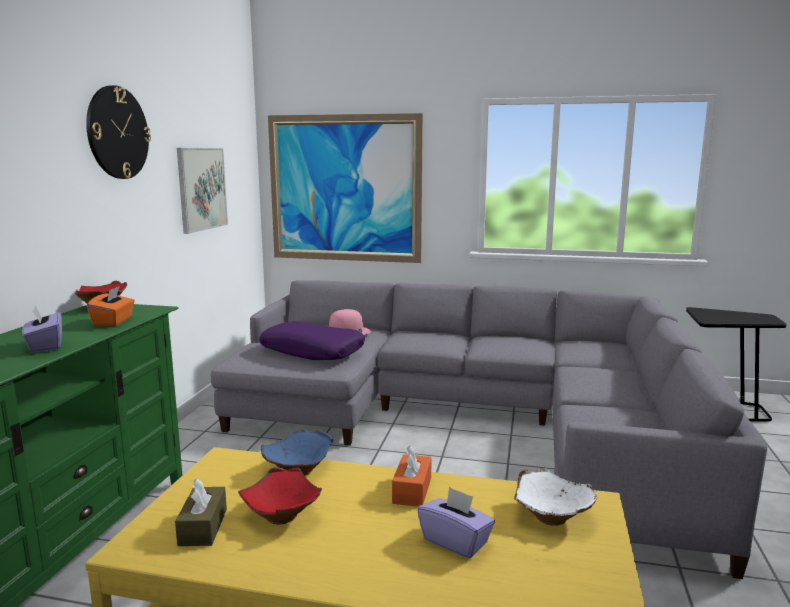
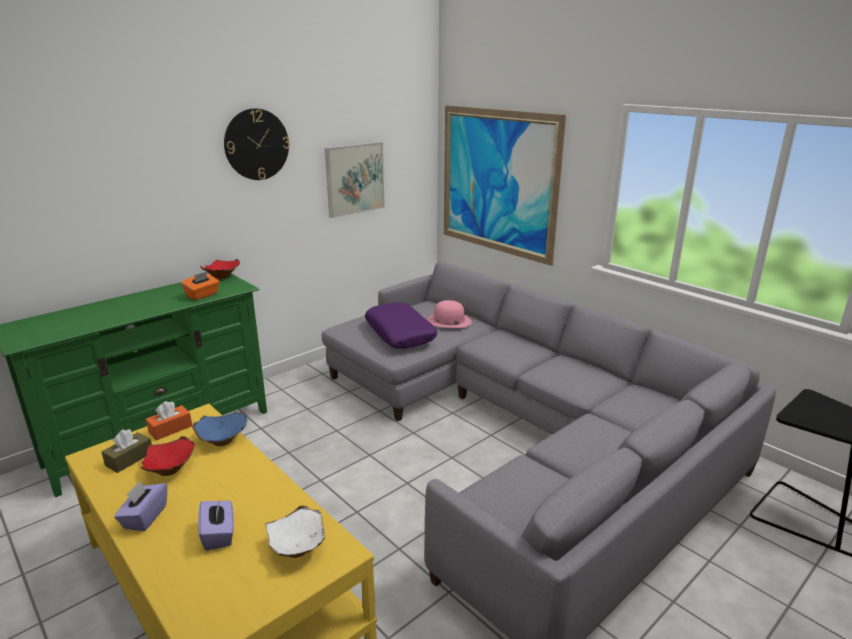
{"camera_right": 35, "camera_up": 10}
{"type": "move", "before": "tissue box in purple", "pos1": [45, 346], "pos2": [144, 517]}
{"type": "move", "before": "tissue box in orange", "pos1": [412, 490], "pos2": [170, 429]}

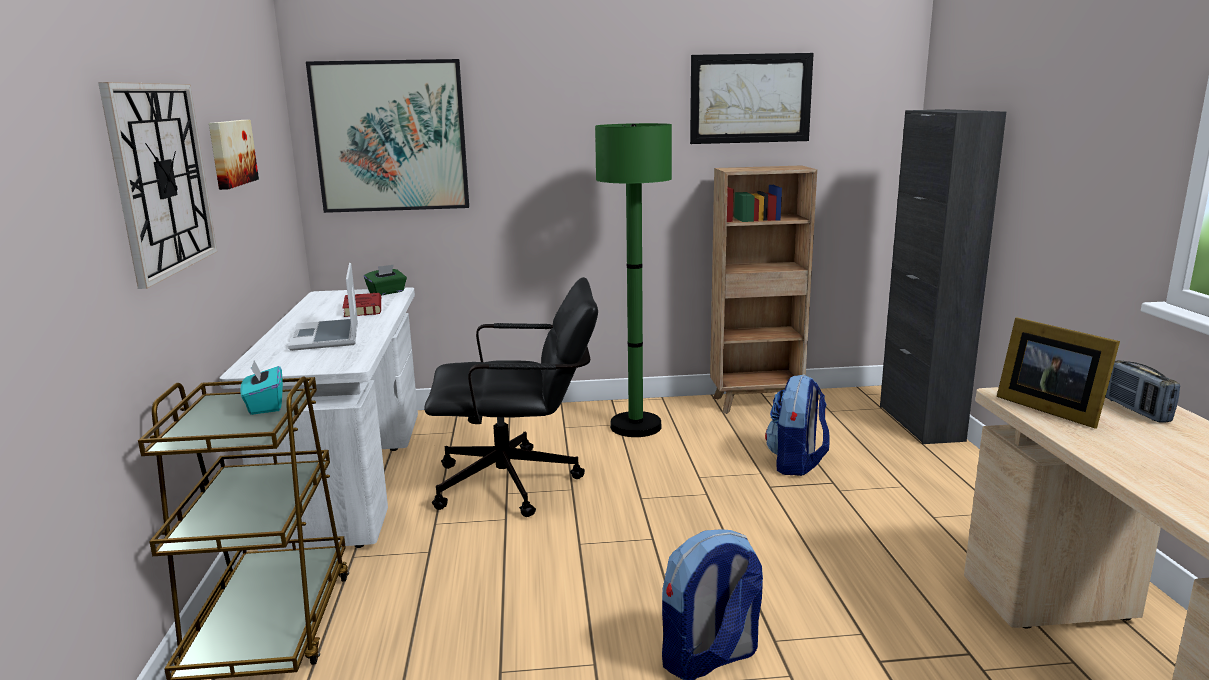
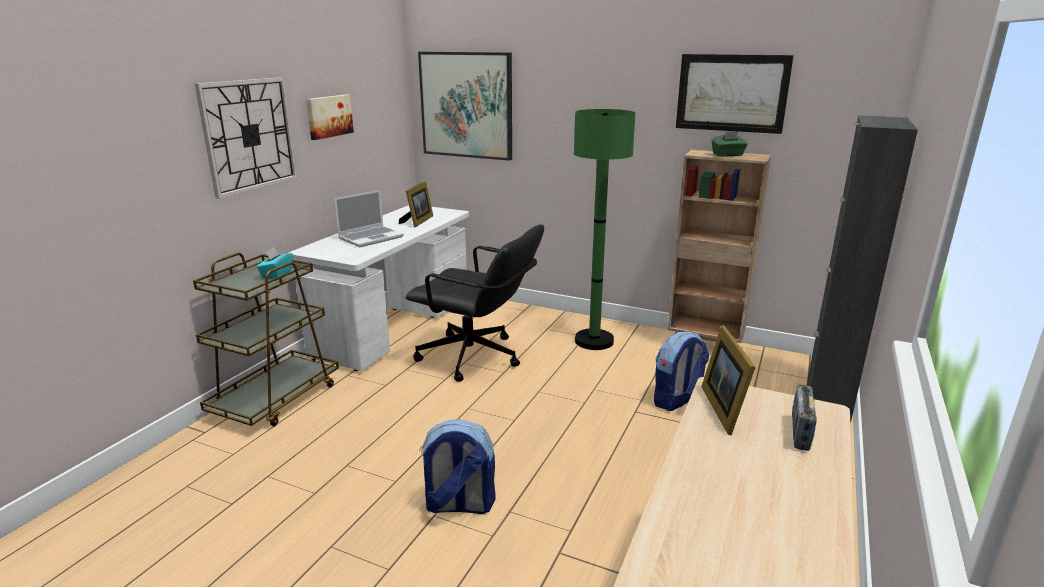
{"camera_right": 30, "camera_up": 5}
{"type": "move", "before": "tissue box in green", "pos1": [387, 292], "pos2": [727, 155]}
{"type": "replace", "before": "book in red", "after": "picture frame", "pos1": [362, 308], "pos2": [418, 221]}
{"type": "rotate", "before": "laptop", "pos1": [327, 337], "pos2": [371, 237], "turn": -150}

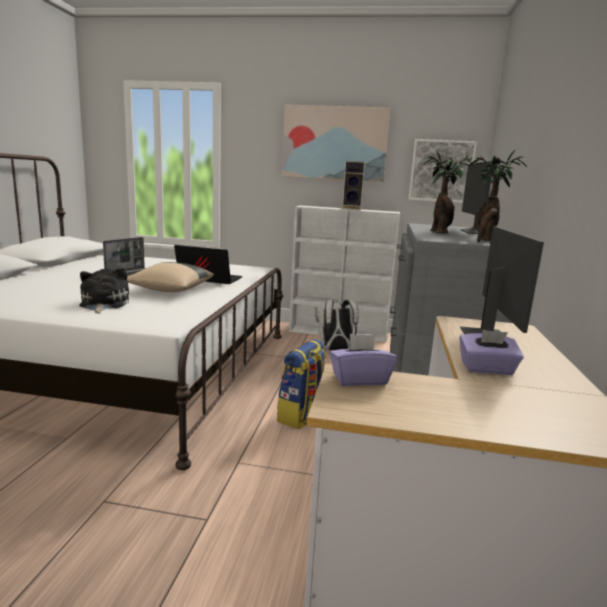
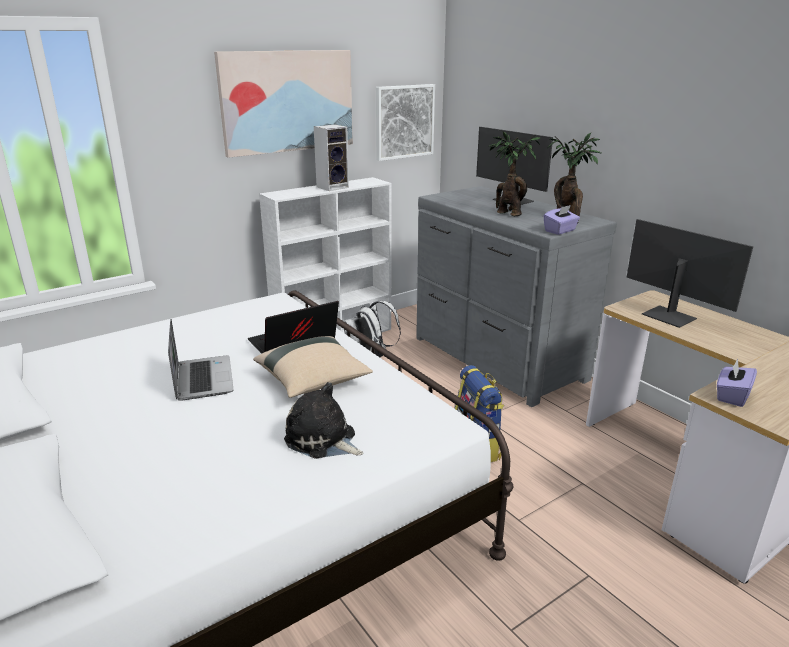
{"camera_right": -45, "camera_up": 10}
{"type": "move", "before": "tissue box in purple", "pos1": [487, 369], "pos2": [560, 231]}

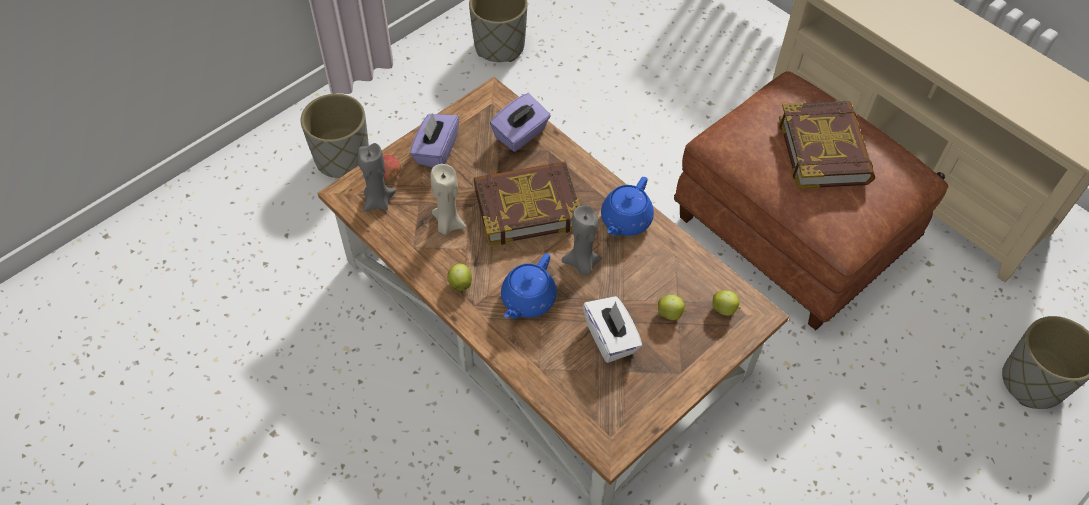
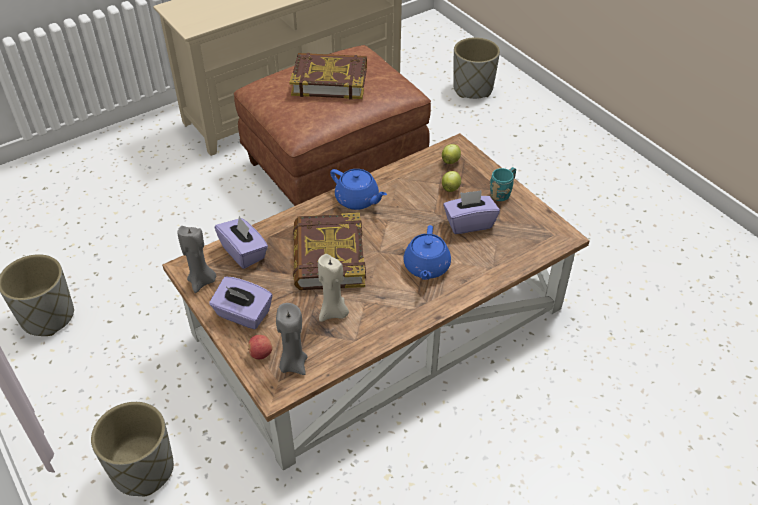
{"camera_right": -80, "camera_up": -10}
{"type": "delete", "before": "apple", "pos1": [460, 283]}
{"type": "insert", "after": "mug in turquoise", "pos2": [502, 192]}
{"type": "move", "before": "candle in grey", "pos1": [582, 264], "pos2": [202, 281]}
{"type": "recolor", "before": "tissue box in white", "after": "tissue box in purple", "pos1": [610, 338], "pos2": [469, 223]}
{"type": "rotate", "before": "teapot in blue", "pos1": [527, 300], "pos2": [426, 267], "turn": 60}

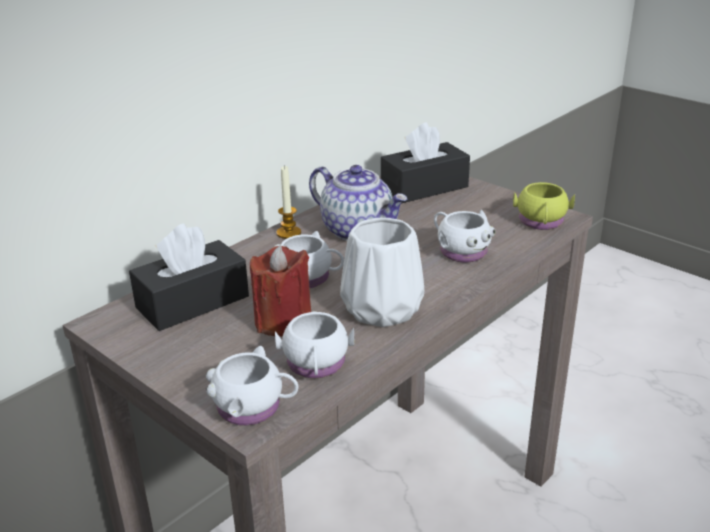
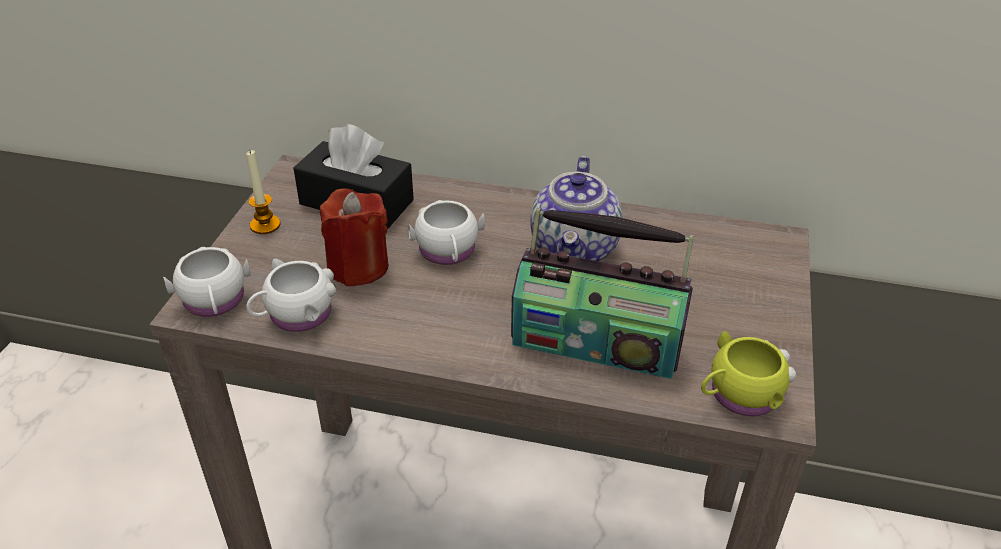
{"camera_right": 60, "camera_up": 10}
{"type": "delete", "before": "vase in white", "pos1": [381, 308]}
{"type": "delete", "before": "tissue box in black", "pos1": [424, 187]}
{"type": "move", "before": "candle", "pos1": [288, 233], "pos2": [265, 225]}
{"type": "replace", "before": "mug in white", "after": "radio", "pos1": [459, 250], "pos2": [596, 342]}

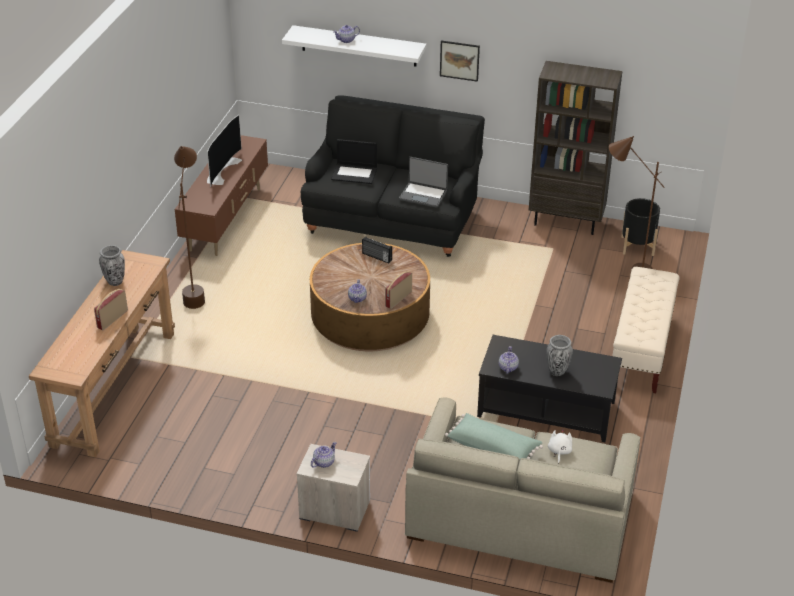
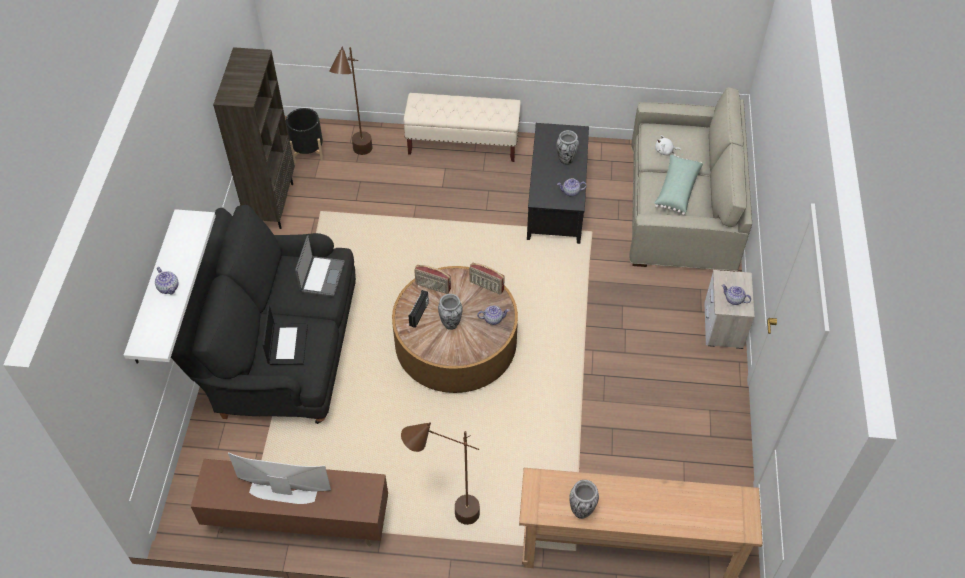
{"camera_right": -100, "camera_up": 15}
{"type": "delete", "before": "picture", "pos1": [459, 60]}
{"type": "insert", "after": "vase", "pos2": [451, 323]}
{"type": "move", "before": "radio", "pos1": [112, 319], "pos2": [432, 287]}

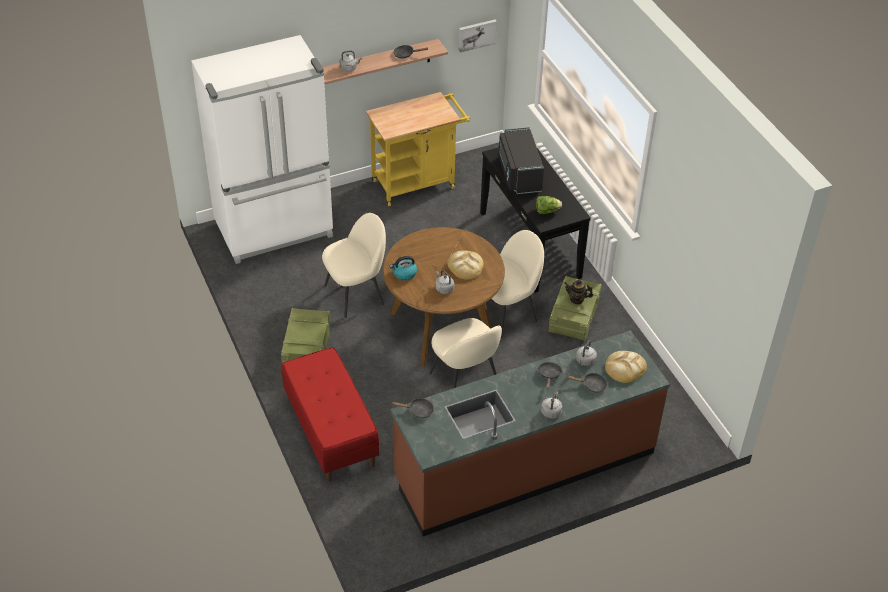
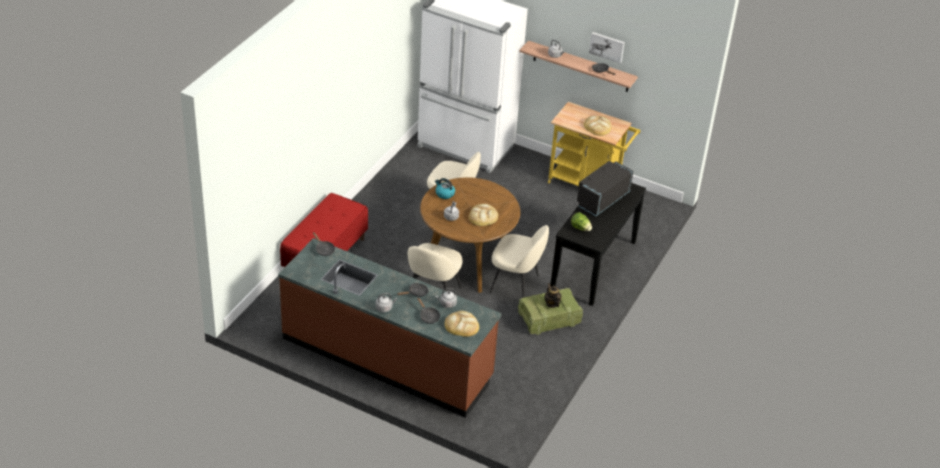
{"camera_right": 50, "camera_up": -5}
{"type": "delete", "before": "crate", "pos1": [307, 348]}
{"type": "insert", "after": "bread", "pos2": [597, 127]}
{"type": "move", "before": "picture", "pos1": [476, 35], "pos2": [607, 46]}

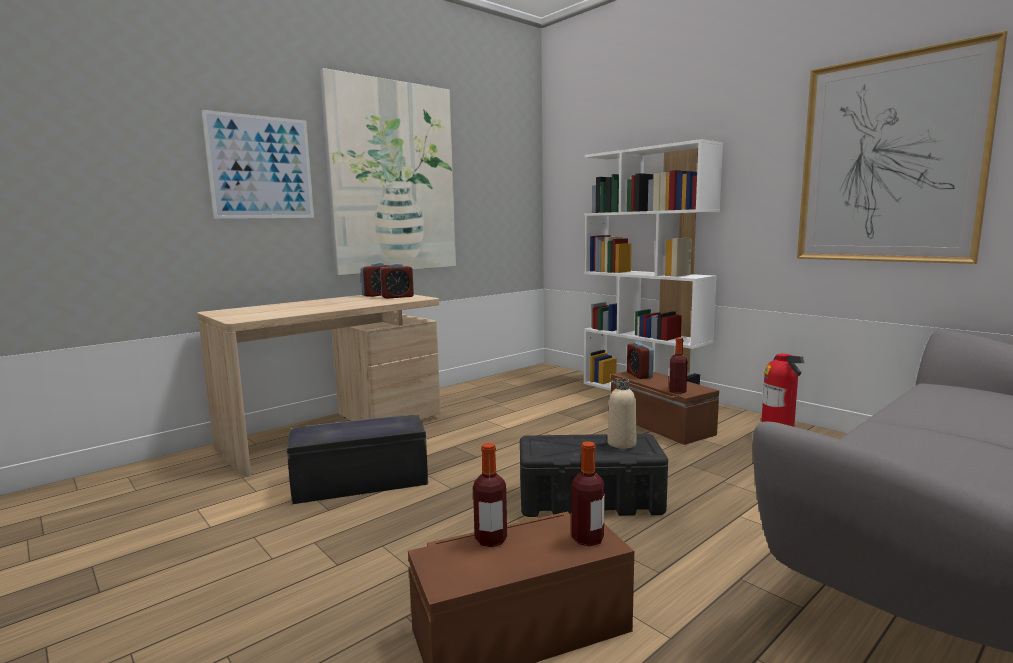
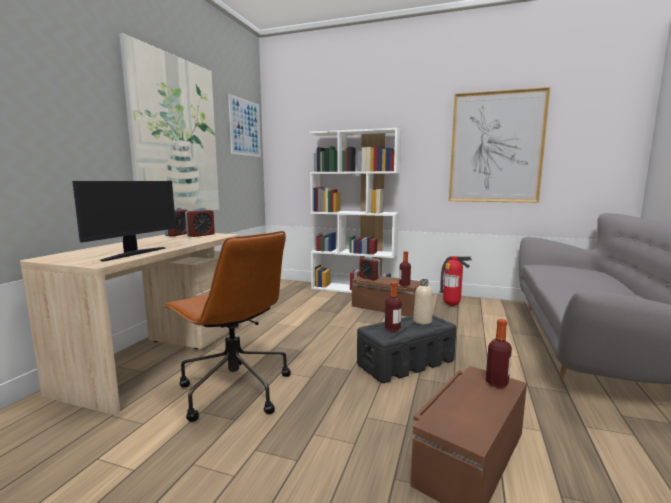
{"camera_right": -30, "camera_up": 0}
{"type": "insert", "after": "monitor", "pos2": [133, 254]}
{"type": "move", "before": "picture", "pos1": [261, 167], "pos2": [245, 127]}
{"type": "move", "before": "bottle", "pos1": [491, 540], "pos2": [392, 329]}
{"type": "replace", "before": "storage box in black", "after": "office chair in brown", "pos1": [360, 481], "pos2": [233, 389]}

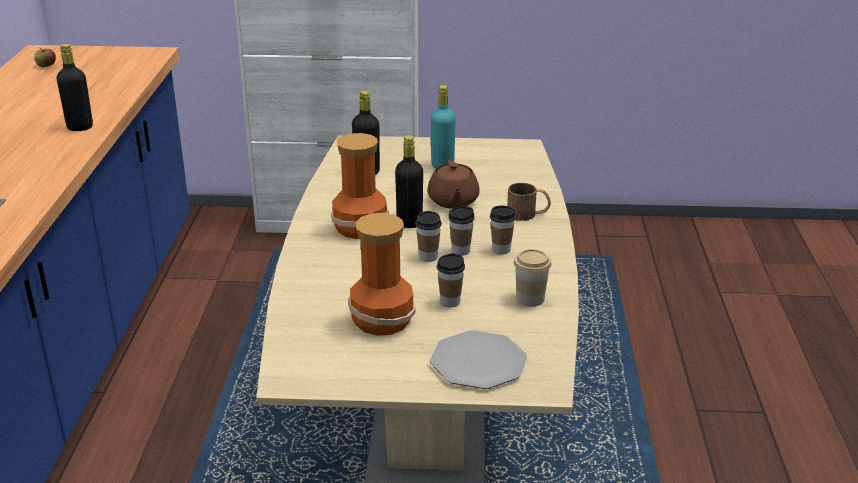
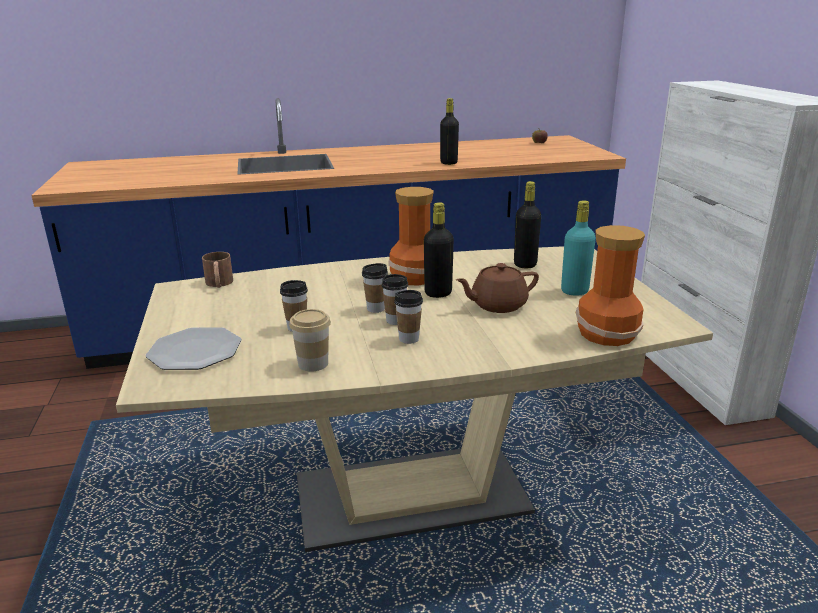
{"camera_right": 75, "camera_up": -5}
{"type": "move", "before": "vase", "pos1": [380, 320], "pos2": [606, 333]}
{"type": "move", "before": "mug in brown", "pos1": [528, 214], "pos2": [219, 284]}

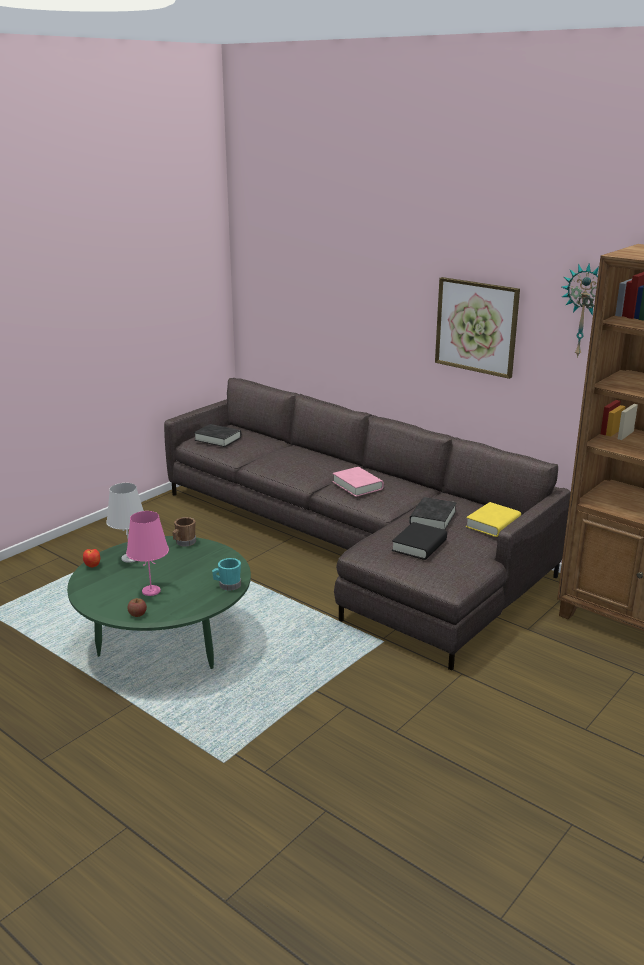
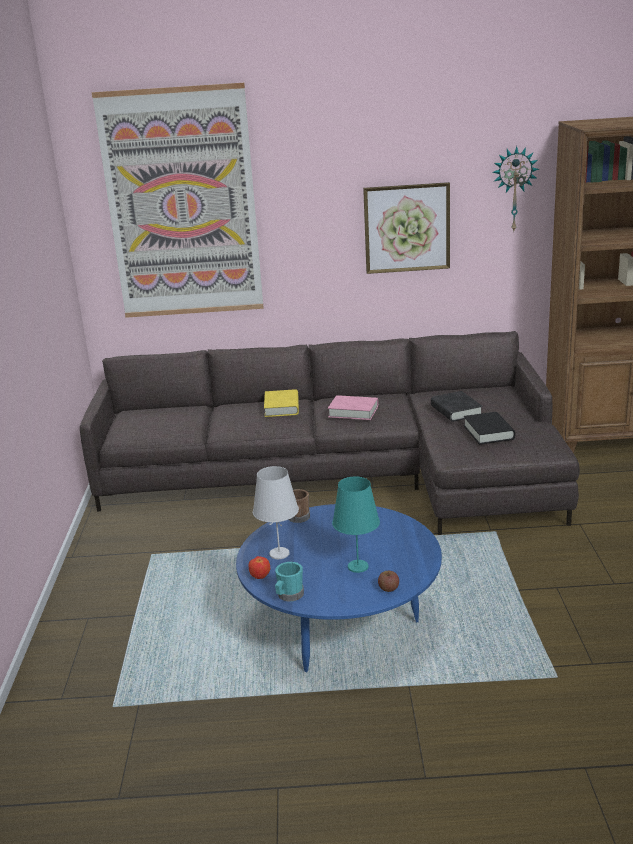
{"camera_right": -40, "camera_up": 0}
{"type": "delete", "before": "book in black", "pos1": [218, 439]}
{"type": "insert", "after": "picture", "pos2": [182, 205]}
{"type": "move", "before": "mug in turquoise", "pos1": [227, 585], "pos2": [289, 596]}
{"type": "move", "before": "book in yellow", "pos1": [493, 524], "pos2": [282, 407]}
{"type": "recolor", "before": "coffee table in green", "after": "coffee table in blue", "pos1": [166, 643], "pos2": [342, 627]}
{"type": "recolor", "before": "table lamp in pink", "after": "table lamp in turquoise", "pos1": [151, 591], "pos2": [357, 567]}

